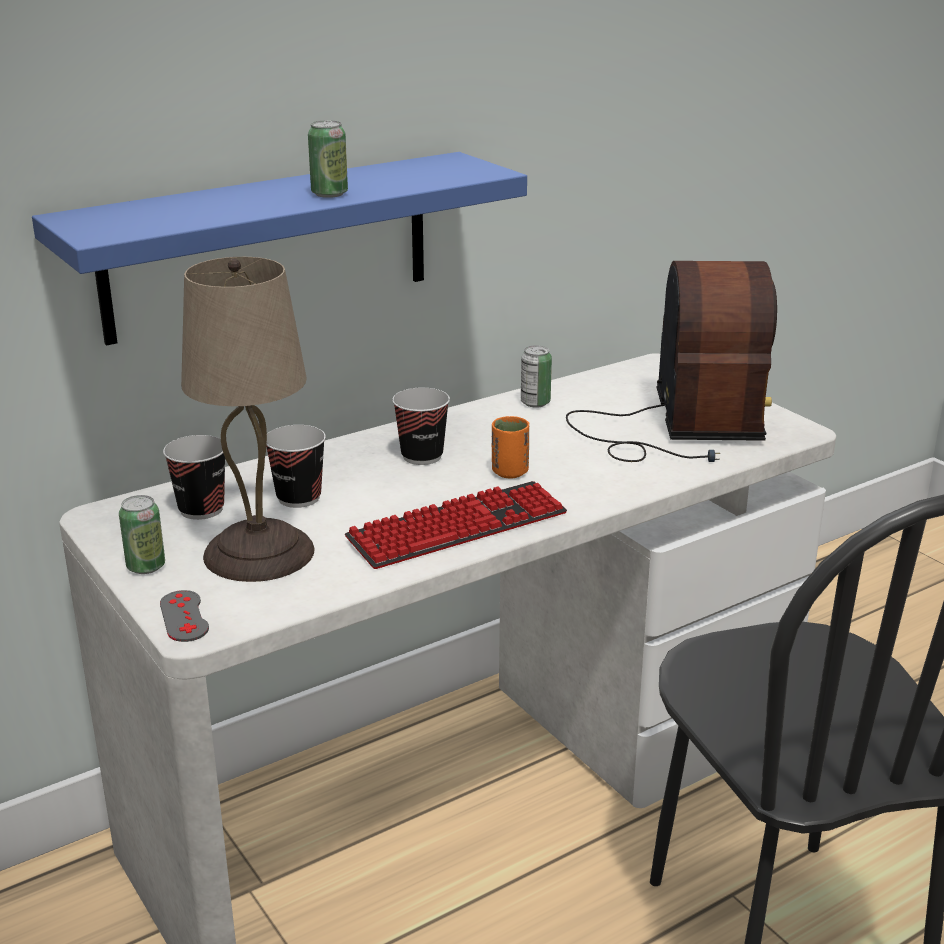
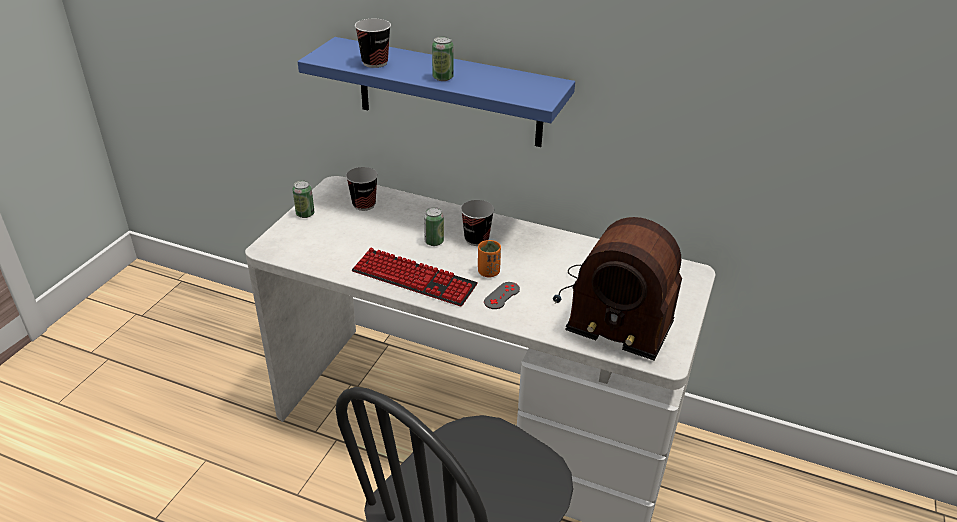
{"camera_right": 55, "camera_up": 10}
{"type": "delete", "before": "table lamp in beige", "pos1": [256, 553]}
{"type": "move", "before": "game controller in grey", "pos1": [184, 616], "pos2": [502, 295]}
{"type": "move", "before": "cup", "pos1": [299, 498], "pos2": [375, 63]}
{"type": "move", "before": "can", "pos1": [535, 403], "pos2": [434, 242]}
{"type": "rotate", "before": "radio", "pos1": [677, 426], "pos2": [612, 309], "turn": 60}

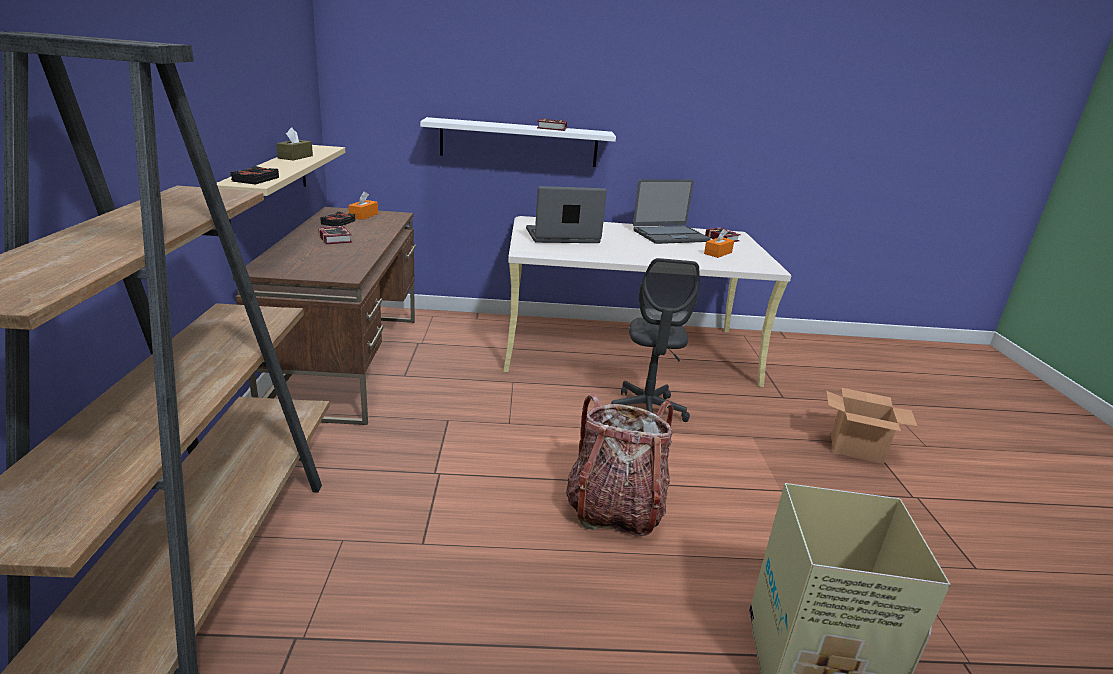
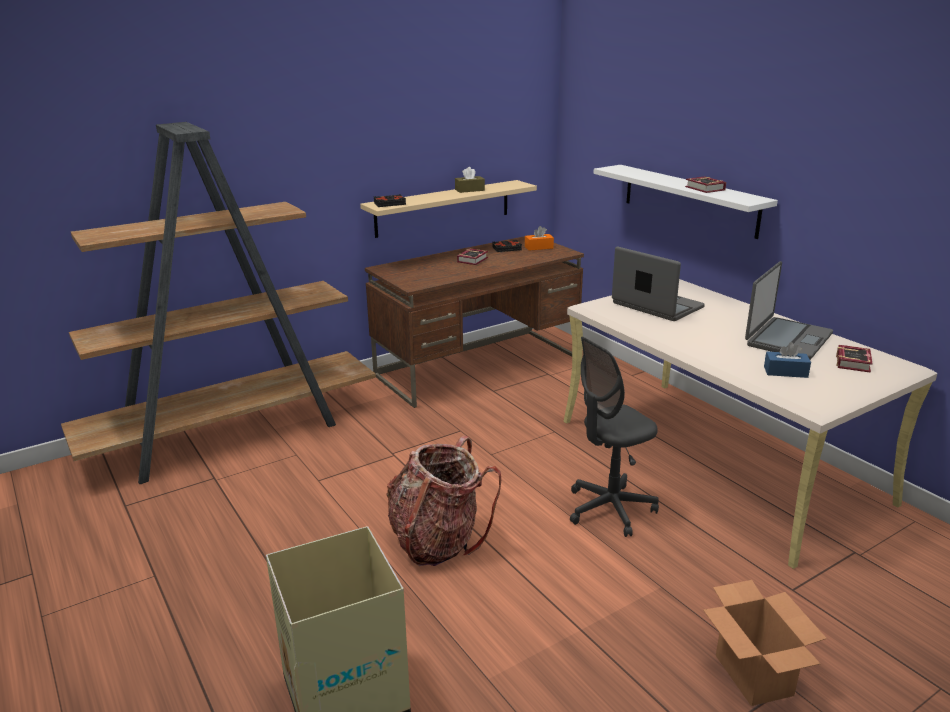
{"camera_right": 60, "camera_up": 0}
{"type": "recolor", "before": "tissue box in orange", "after": "tissue box in blue", "pos1": [718, 253], "pos2": [785, 372]}
{"type": "rotate", "before": "laptop", "pos1": [670, 235], "pos2": [787, 339], "turn": -90}

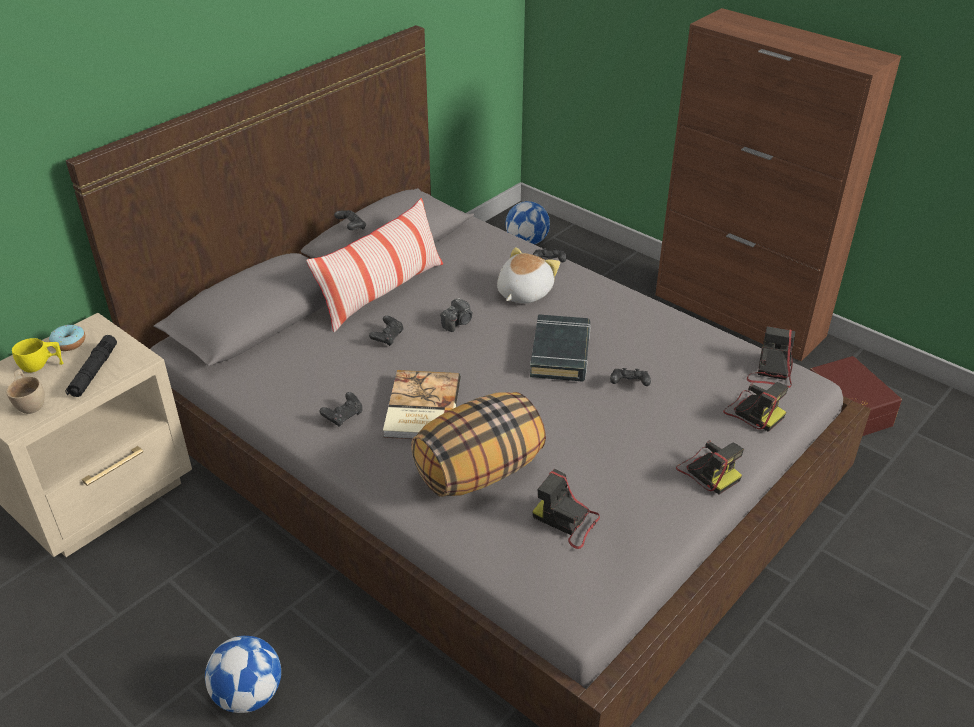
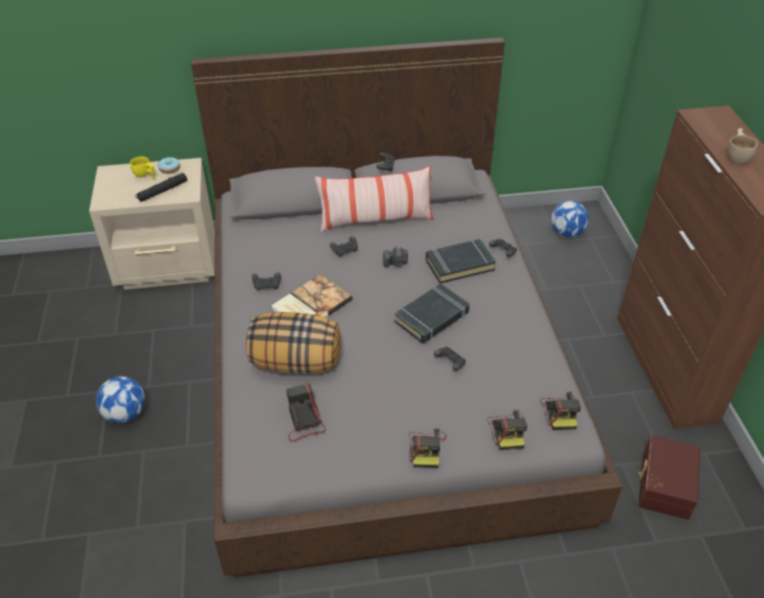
{"camera_right": 40, "camera_up": 5}
{"type": "move", "before": "cup in beige", "pos1": [30, 402], "pos2": [737, 156]}
{"type": "replace", "before": "plush toy", "after": "book in black", "pos1": [523, 293], "pos2": [459, 264]}
{"type": "rotate", "before": "photo camera", "pos1": [771, 371], "pos2": [560, 412], "turn": 120}

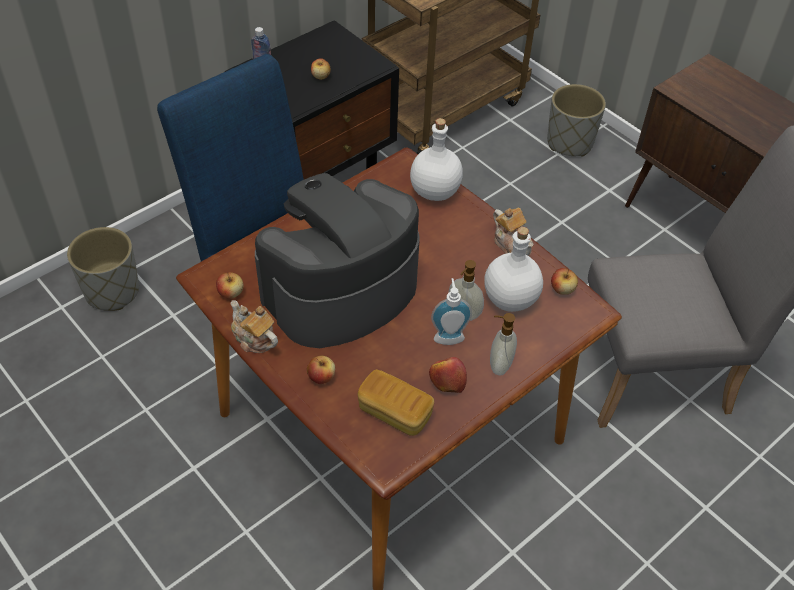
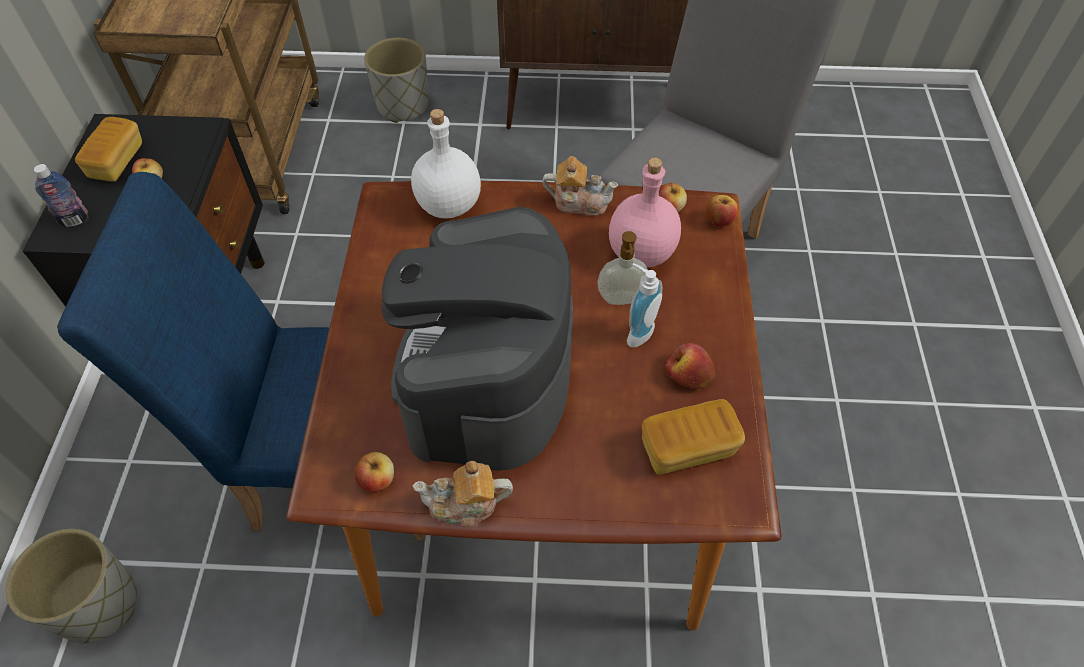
{"camera_right": -45, "camera_up": 5}
{"type": "delete", "before": "soap dispenser", "pos1": [499, 364]}
{"type": "insert", "after": "bread", "pos2": [116, 161]}
{"type": "move", "before": "apple", "pos1": [321, 377], "pos2": [719, 220]}
{"type": "recolor", "before": "bottle in white", "after": "bottle in pink", "pos1": [511, 299], "pos2": [642, 251]}

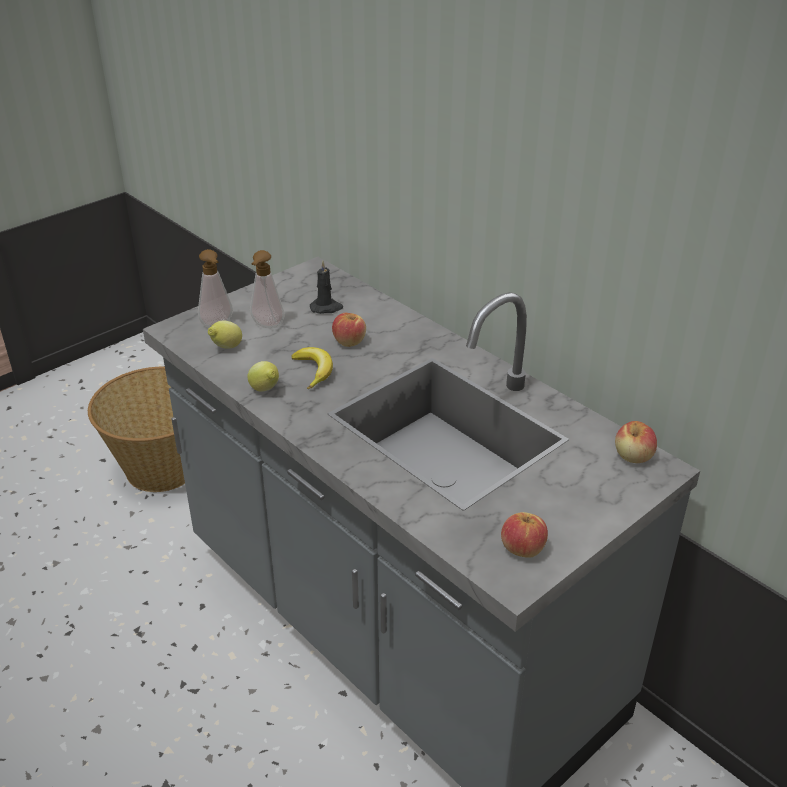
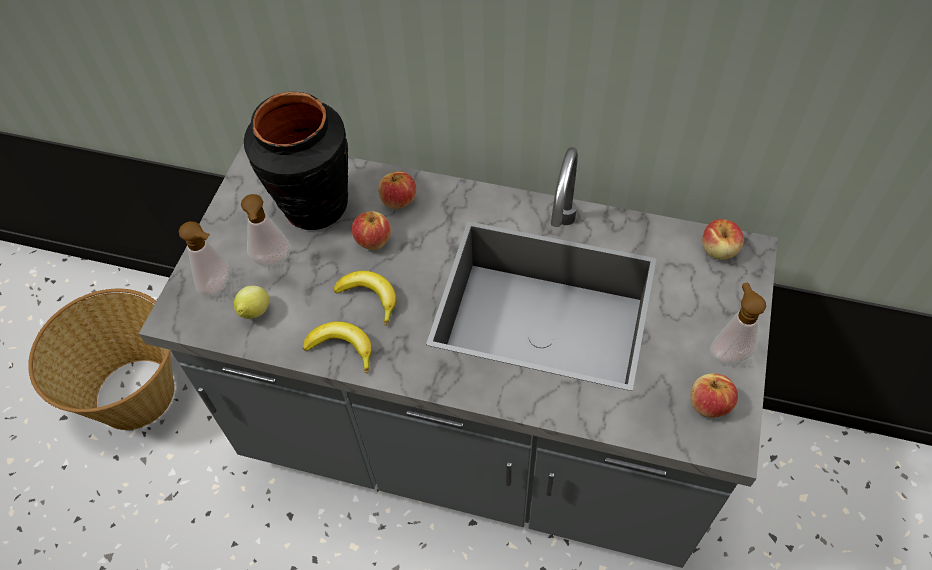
{"camera_right": -30, "camera_up": 20}
{"type": "insert", "after": "apple", "pos2": [398, 200]}
{"type": "insert", "after": "soap dispenser", "pos2": [727, 353]}
{"type": "replace", "before": "lemon", "after": "banana", "pos1": [265, 390], "pos2": [342, 348]}
{"type": "replace", "before": "candle in black", "after": "vase in black", "pos1": [326, 308], "pos2": [314, 206]}

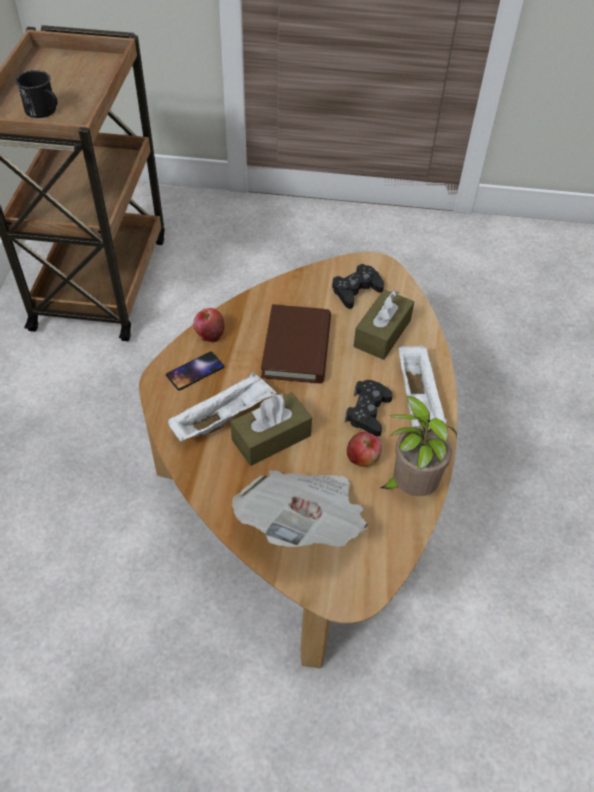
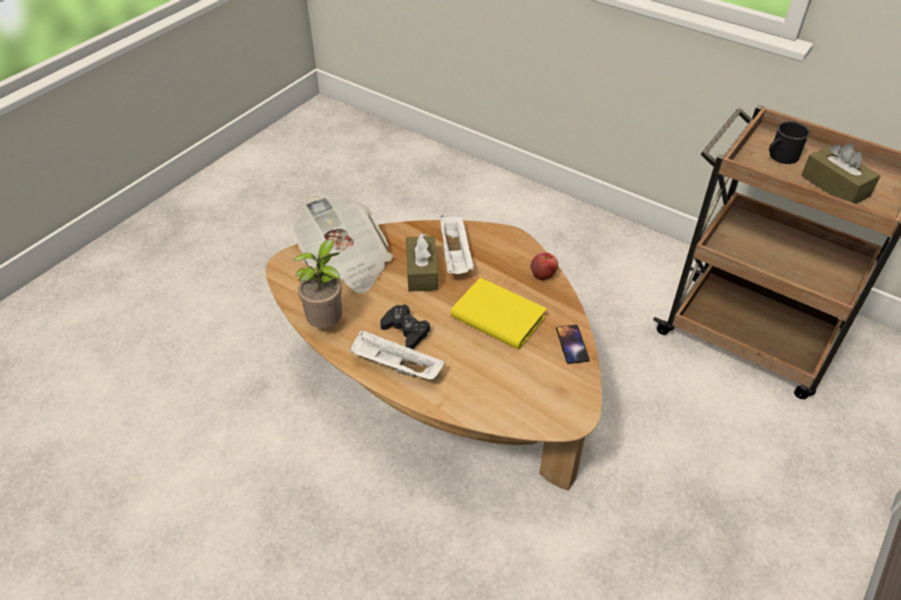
{"camera_right": 120, "camera_up": -5}
{"type": "delete", "before": "game controller in black", "pos1": [356, 291]}
{"type": "delete", "before": "apple", "pos1": [362, 458]}
{"type": "move", "before": "phone", "pos1": [195, 371], "pos2": [572, 344]}
{"type": "move", "before": "tissue box in brown", "pos1": [382, 333], "pos2": [835, 186]}
{"type": "recolor", "before": "book in brown", "after": "book in yellow", "pos1": [297, 347], "pos2": [498, 317]}

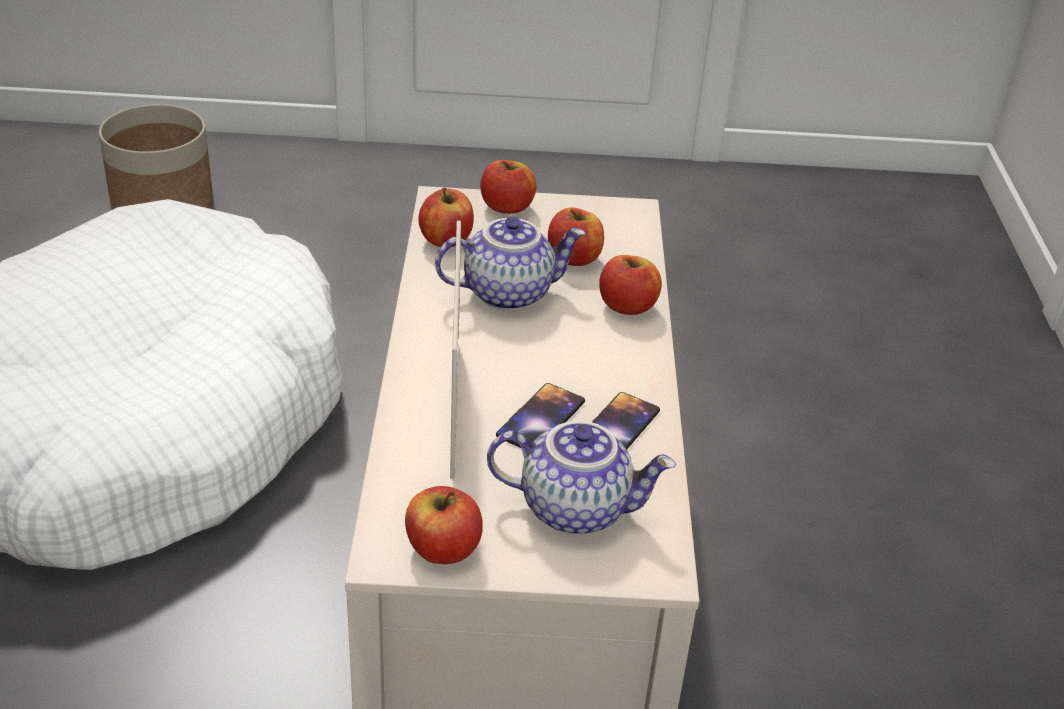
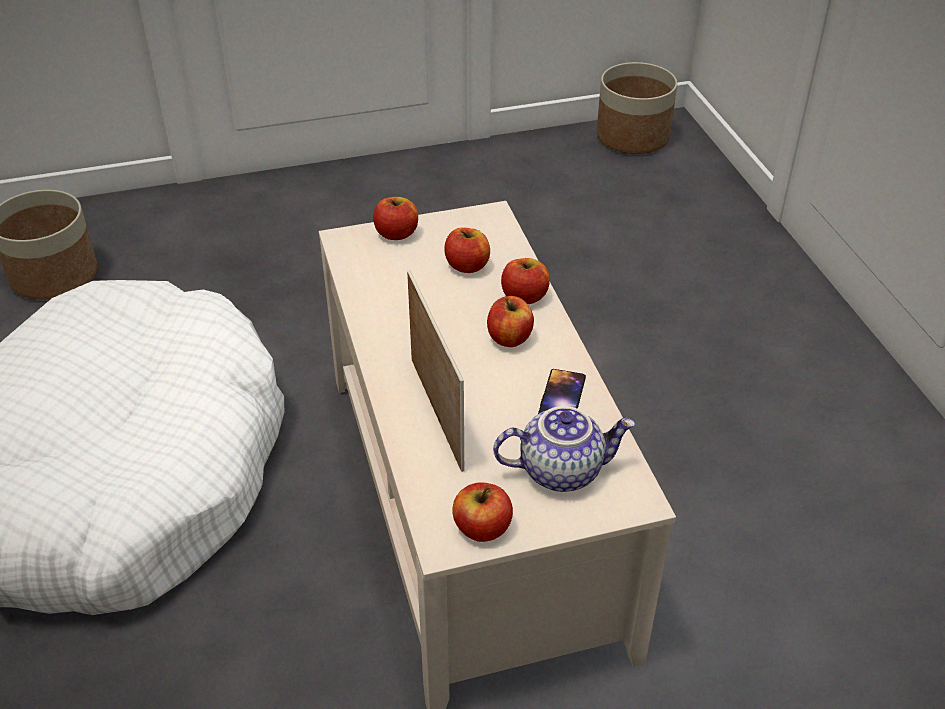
{"camera_right": -15, "camera_up": 5}
{"type": "delete", "before": "teapot", "pos1": [508, 292]}
{"type": "delete", "before": "phone", "pos1": [540, 418]}
{"type": "insert", "after": "planter", "pos2": [633, 137]}
{"type": "move", "before": "apple", "pos1": [446, 239], "pos2": [509, 338]}

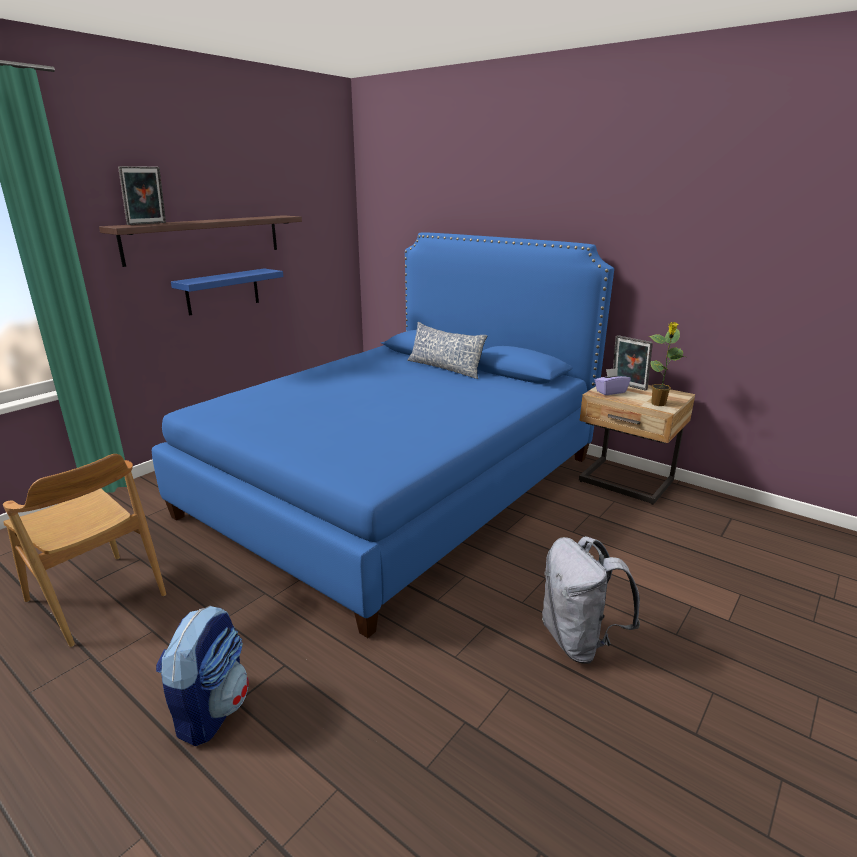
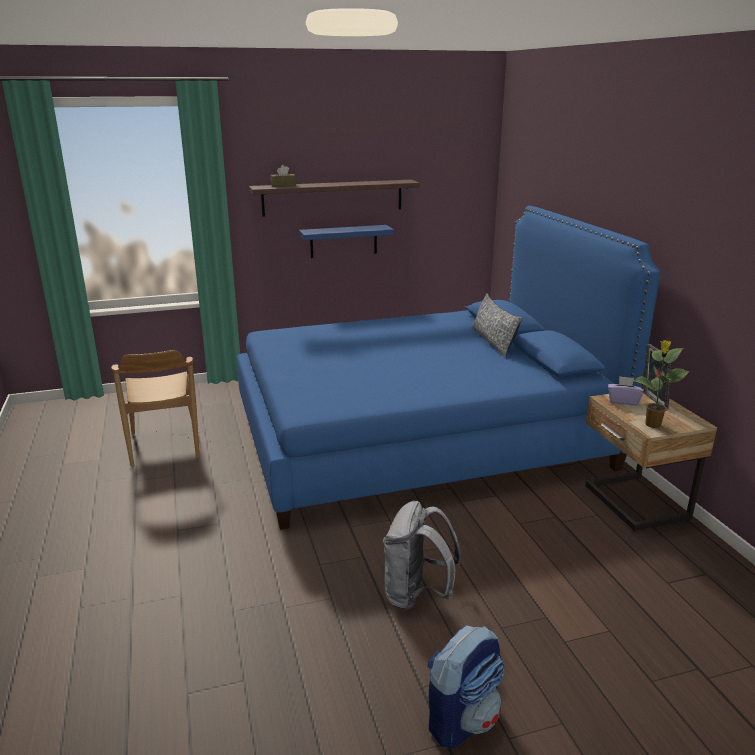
{"camera_right": 35, "camera_up": 0}
{"type": "move", "before": "backpack", "pos1": [211, 709], "pos2": [462, 718]}
{"type": "replace", "before": "picture frame", "after": "tissue box in brown", "pos1": [148, 224], "pos2": [283, 185]}

